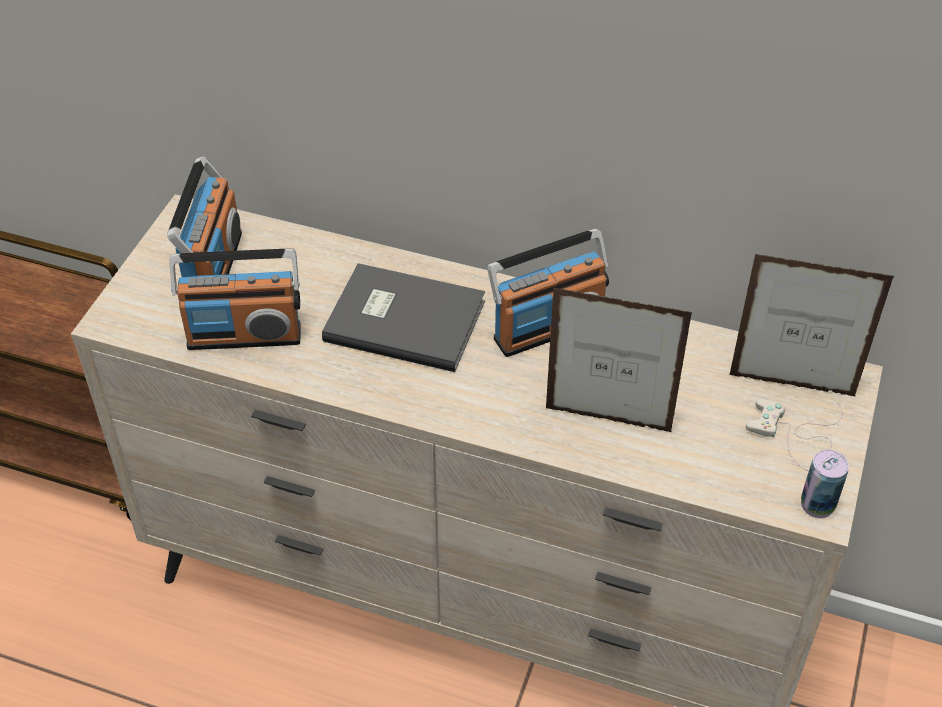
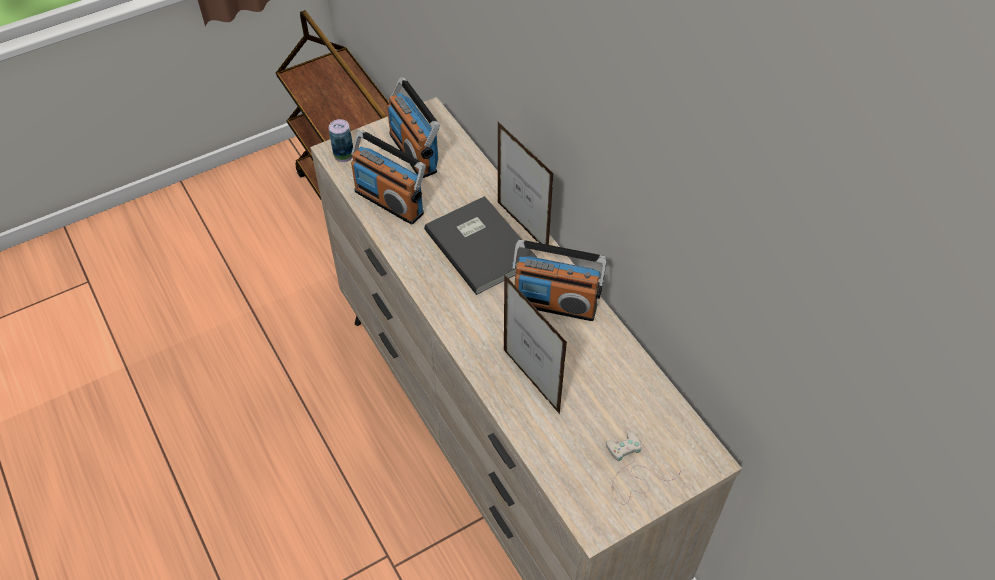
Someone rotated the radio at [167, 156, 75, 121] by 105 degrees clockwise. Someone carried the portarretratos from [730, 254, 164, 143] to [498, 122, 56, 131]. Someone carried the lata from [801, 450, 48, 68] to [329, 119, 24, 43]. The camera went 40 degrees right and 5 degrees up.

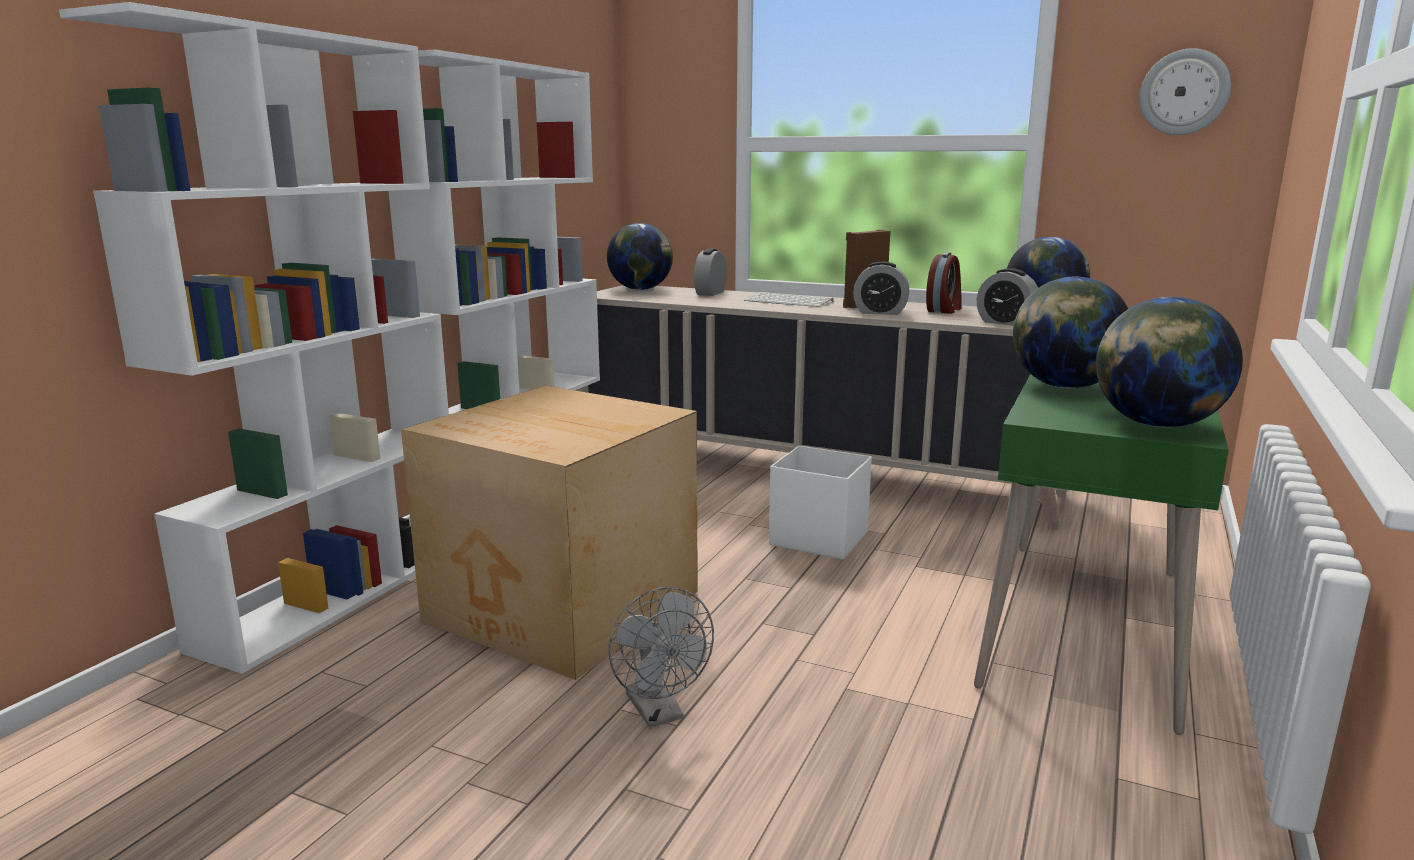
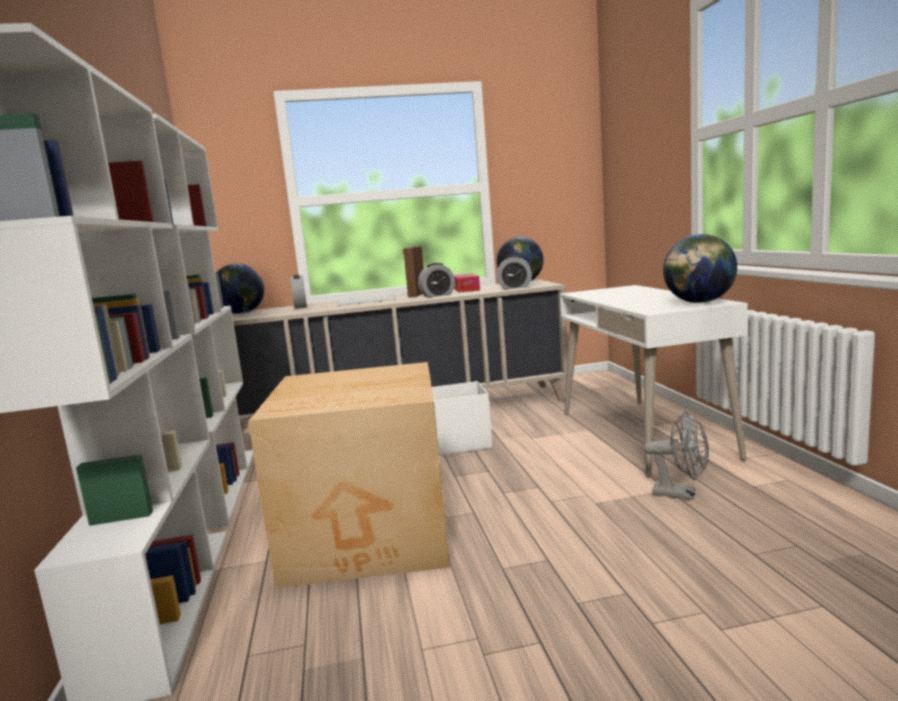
Someone carried the ventilador [gris] from [609, 587, 105, 141] to [644, 412, 65, 88]. Someone swapped the despertador at [926, 252, 36, 62] for the caja de pañuelos at [454, 273, 26, 20]. Someone repainted the escritorio [verde] at [974, 374, 255, 361], which became the escritorio [blanco] at [560, 285, 188, 192]. Someone took away the globo terráqueo at [1013, 277, 115, 111]. Someone took away the reloj de pared at [1139, 48, 92, 87]. The camera went 35 degrees left and 5 degrees down.

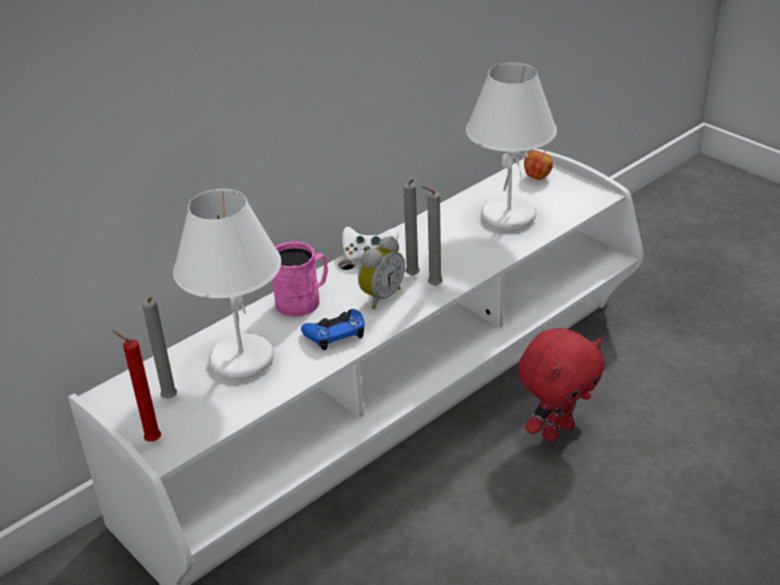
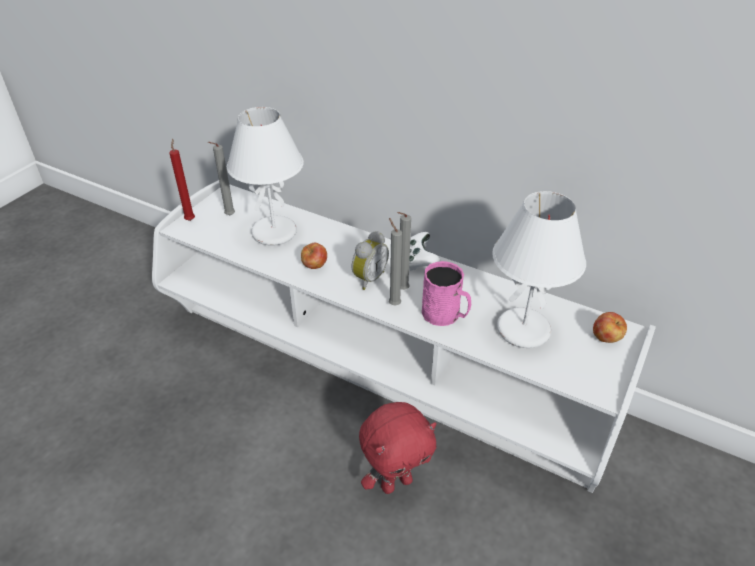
Someone carried the taza grande [rosa] from [272, 242, 56, 75] to [422, 261, 49, 65]. Someone swapped the mando de consola [azul] at [301, 309, 63, 41] for the manzana at [301, 243, 26, 26]. Someone rotated the despertador at [358, 236, 47, 73] by 75 degrees counterclockwise. Someone rotated the peluche [rojo] at [518, 328, 87, 114] by 60 degrees counterclockwise. The camera went 70 degrees right and 5 degrees up.

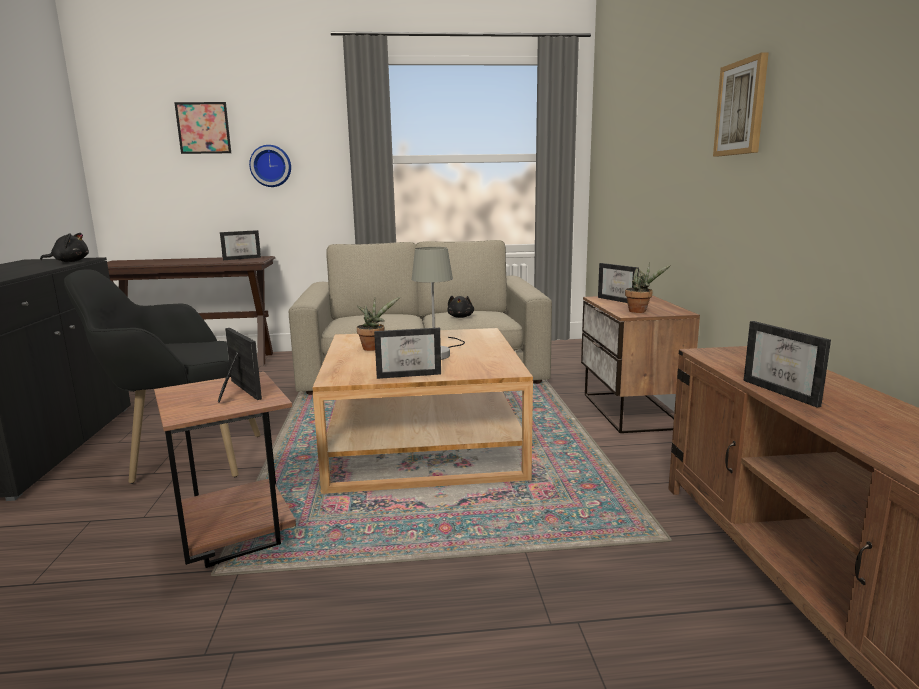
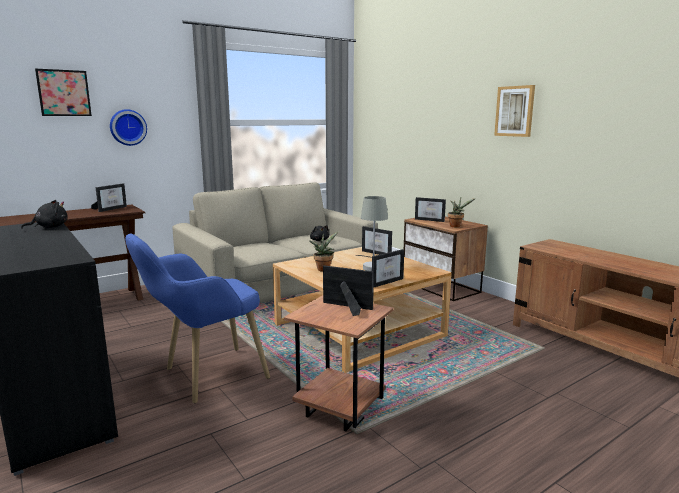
Someone repainted the sillón [negro] at [64, 269, 197, 215], which became the sillón [azul] at [125, 233, 145, 171]. Someone carried the portarretratos from [744, 321, 87, 87] to [362, 226, 30, 29]. The camera went 30 degrees left and 0 degrees up.

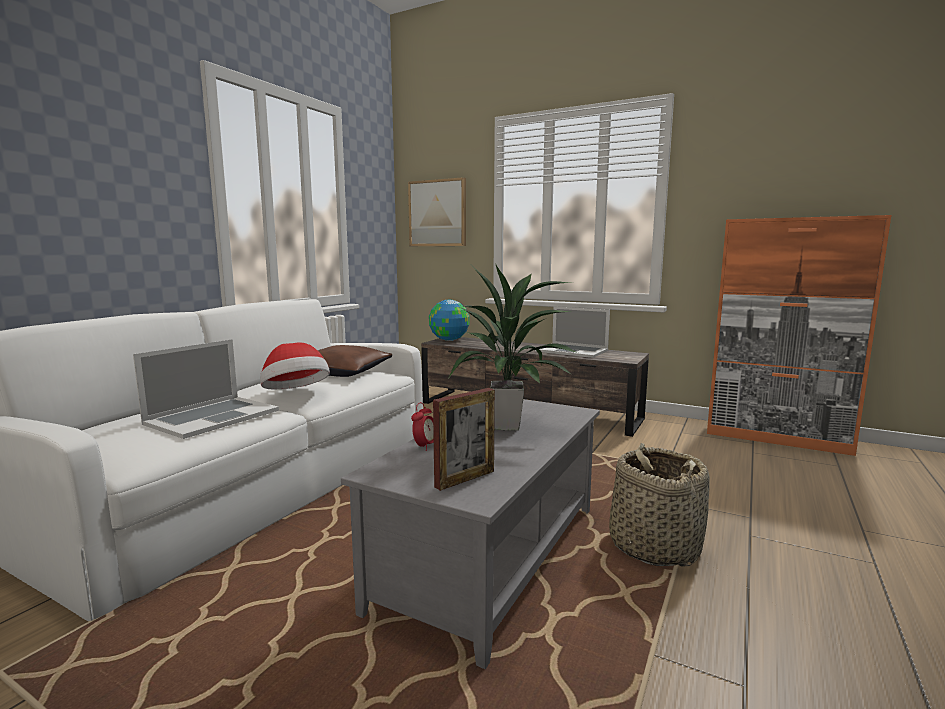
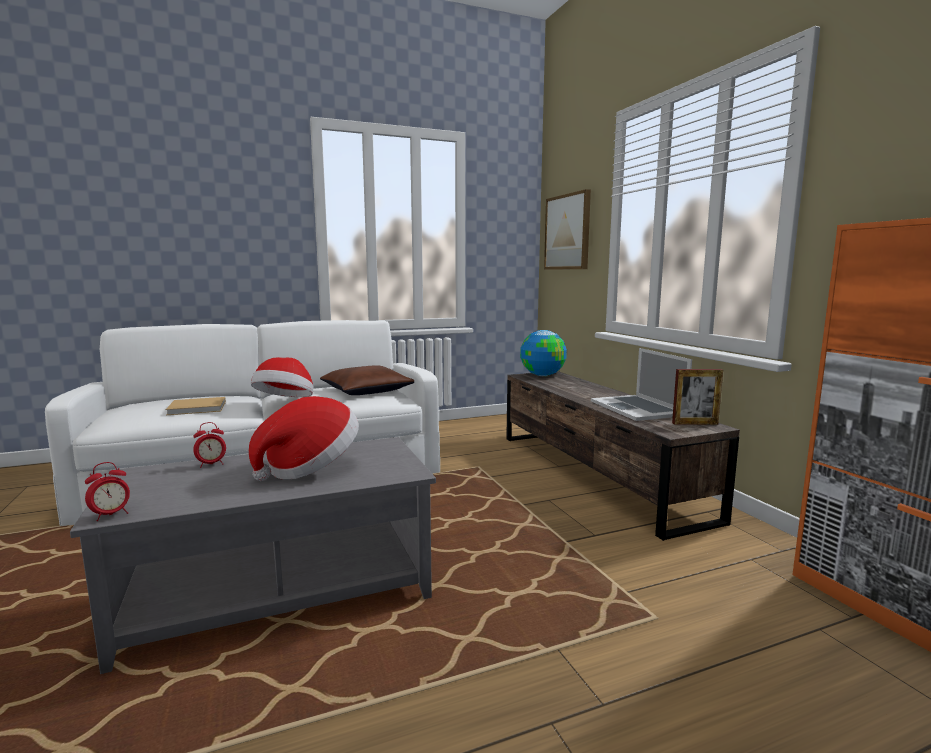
Someone swapped the portátil at [133, 339, 146, 100] for the libro [beis] at [166, 397, 60, 18]. Someone carried the portarretratos from [433, 388, 62, 103] to [672, 369, 51, 56]. Someone swapped the planta en maceta at [447, 265, 131, 165] for the sombrero at [249, 396, 110, 85]. Someone took away the cesta at [609, 443, 101, 124]. Someone put down the despertador at [85, 462, 45, 59]. The camera went 40 degrees right and 0 degrees up.

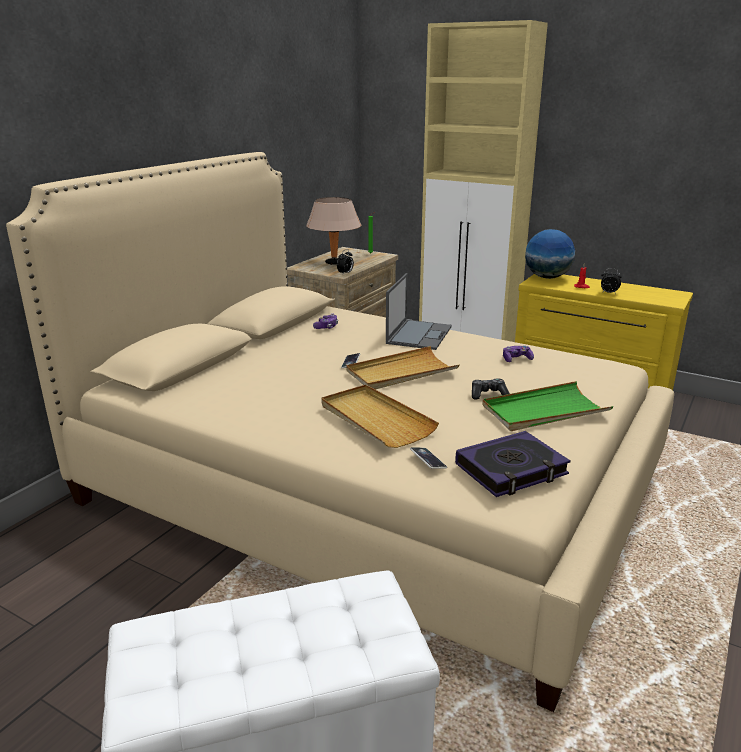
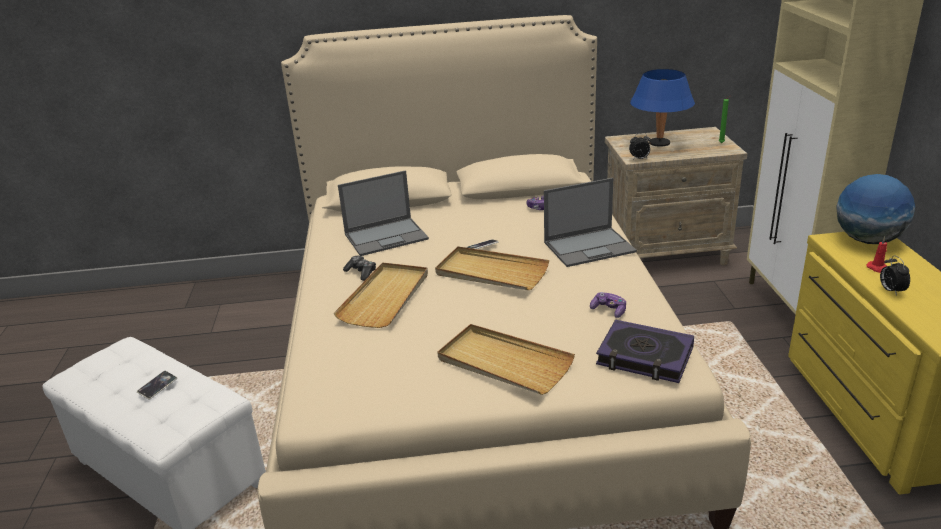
Someone repainted the lámpara de mesa [beis] at [306, 197, 55, 68], which became the lámpara de mesa [azul] at [630, 69, 65, 78]. Someone carried the móvil from [410, 448, 37, 21] to [137, 371, 40, 29]. Someone carried the libro from [455, 431, 116, 66] to [596, 320, 98, 63]. Someone carried the mando de consola from [472, 378, 38, 21] to [343, 256, 33, 25]. Someone repainted the bandeja [verde] at [482, 381, 131, 50], which became the bandeja [beis] at [438, 324, 137, 71]. Someone put down the portátil at [338, 170, 91, 86]. The camera went 55 degrees right and 5 degrees up.

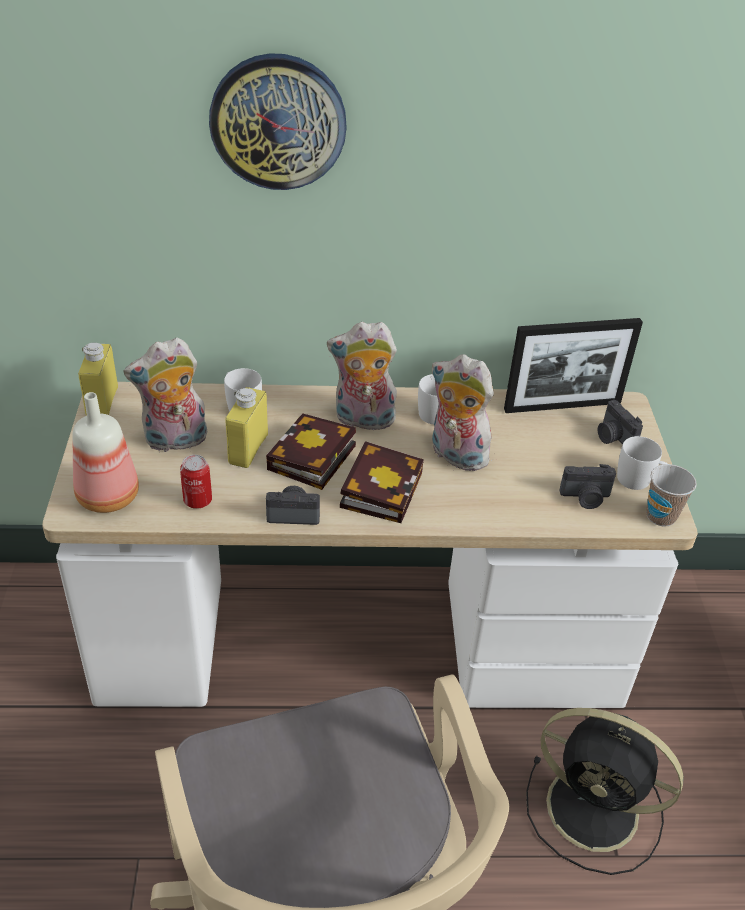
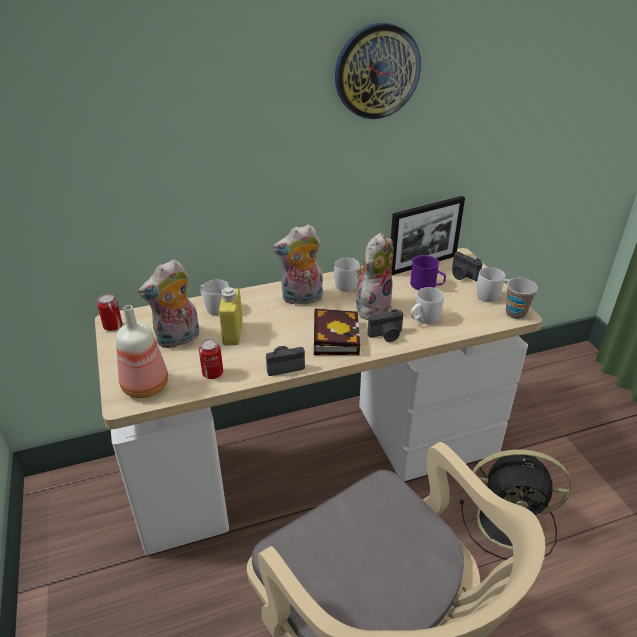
Someone swapped the botella [amarillo] at [78, 343, 40, 73] for the lata at [97, 294, 26, 37]. Someone carried the reloj de pared from [209, 53, 137, 137] to [335, 23, 86, 96]. Someone took away the libro at [266, 413, 90, 77]. Someone rotated the peluche at [432, 354, 62, 117] by 105 degrees clockwise. Someone carried the cámara from [560, 464, 56, 45] to [368, 309, 35, 33]. Someone put down the taza grande [morado] at [410, 255, 36, 35]. Someone put down the taza grande [blanco] at [410, 287, 34, 37]. The camera went 15 degrees left and 5 degrees down.

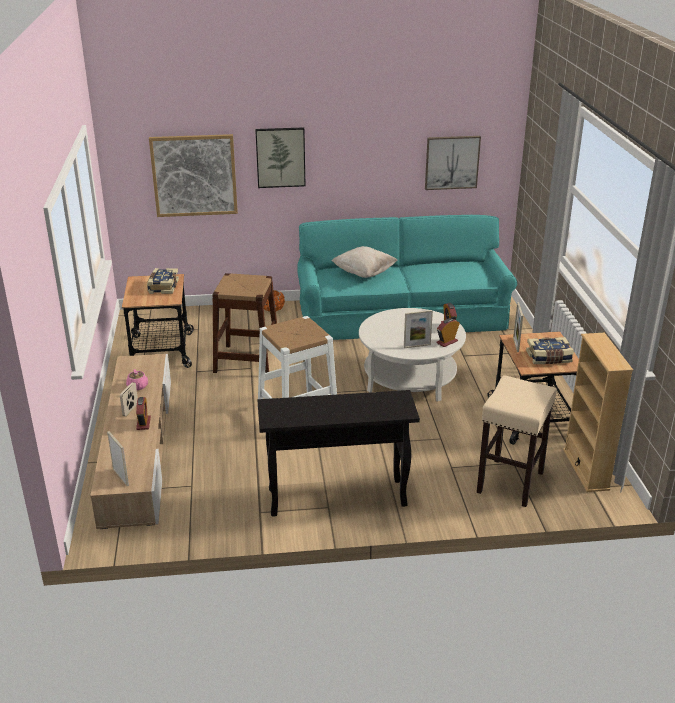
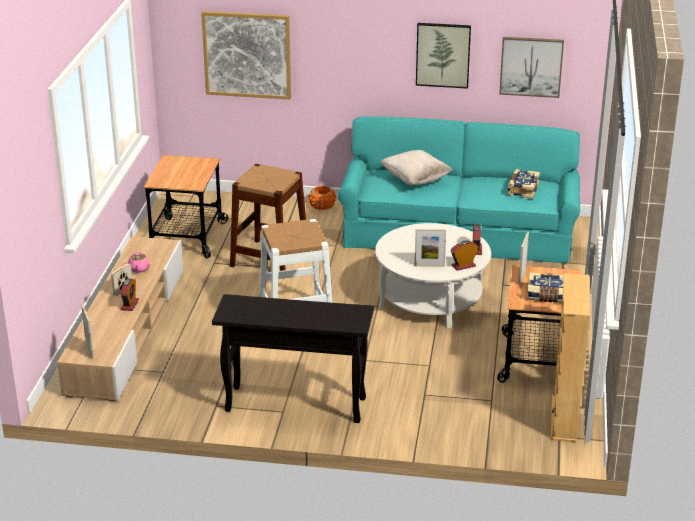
Someone carried the libro from [147, 268, 32, 26] to [507, 169, 33, 30]. Someone carried the cuadro from [255, 127, 51, 61] to [416, 23, 55, 66]. Someone took away the taburete [beis] at [477, 375, 80, 132]. The camera went 15 degrees right and 0 degrees up.

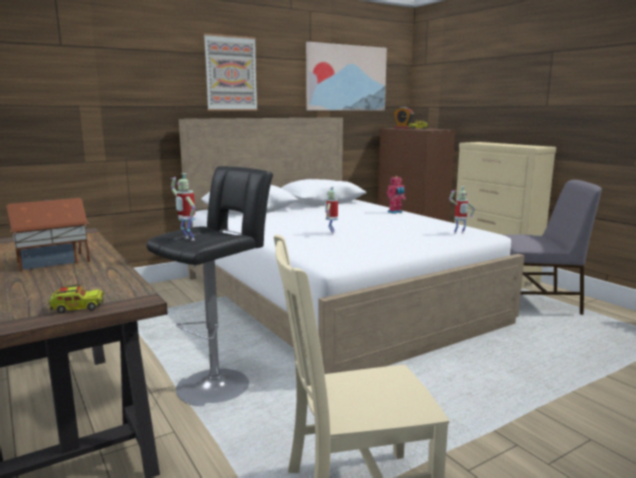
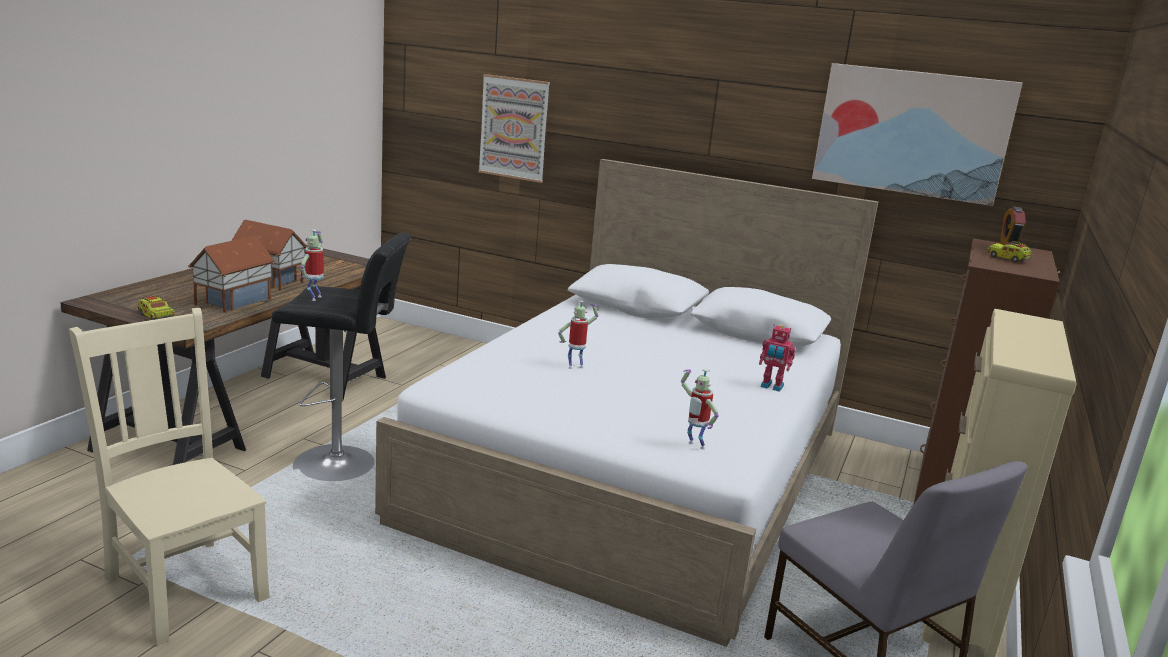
Someone carried the cuadro from [204, 33, 54, 78] to [478, 74, 72, 109]. Someone put down the casita at [188, 235, 87, 78]. The camera went 55 degrees right and 5 degrees up.

